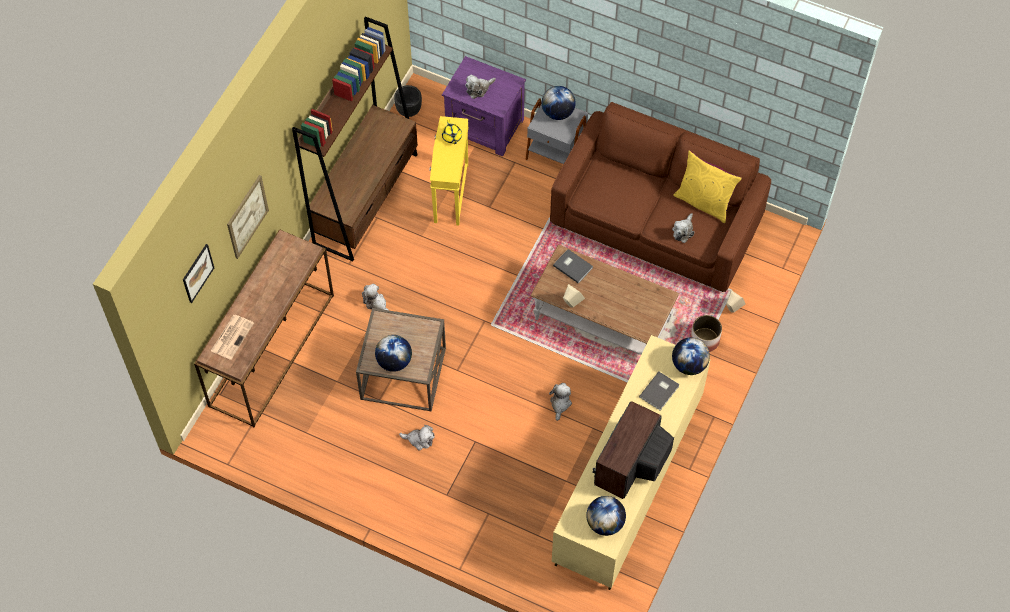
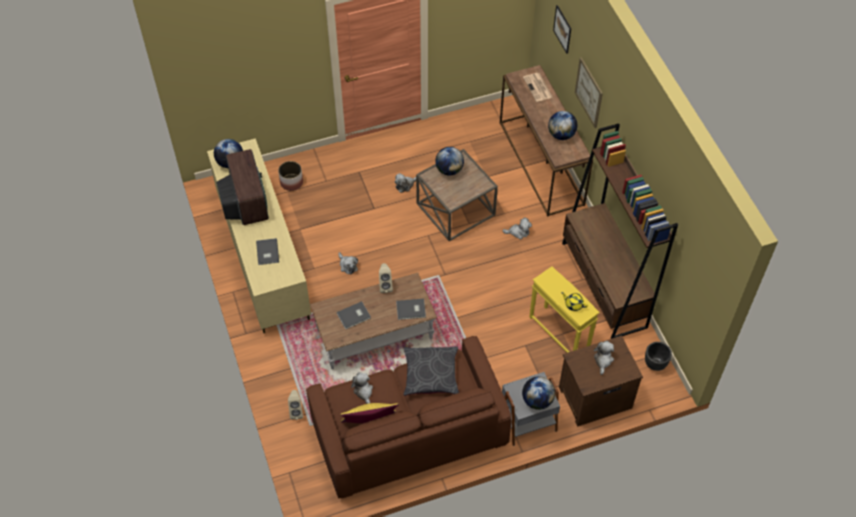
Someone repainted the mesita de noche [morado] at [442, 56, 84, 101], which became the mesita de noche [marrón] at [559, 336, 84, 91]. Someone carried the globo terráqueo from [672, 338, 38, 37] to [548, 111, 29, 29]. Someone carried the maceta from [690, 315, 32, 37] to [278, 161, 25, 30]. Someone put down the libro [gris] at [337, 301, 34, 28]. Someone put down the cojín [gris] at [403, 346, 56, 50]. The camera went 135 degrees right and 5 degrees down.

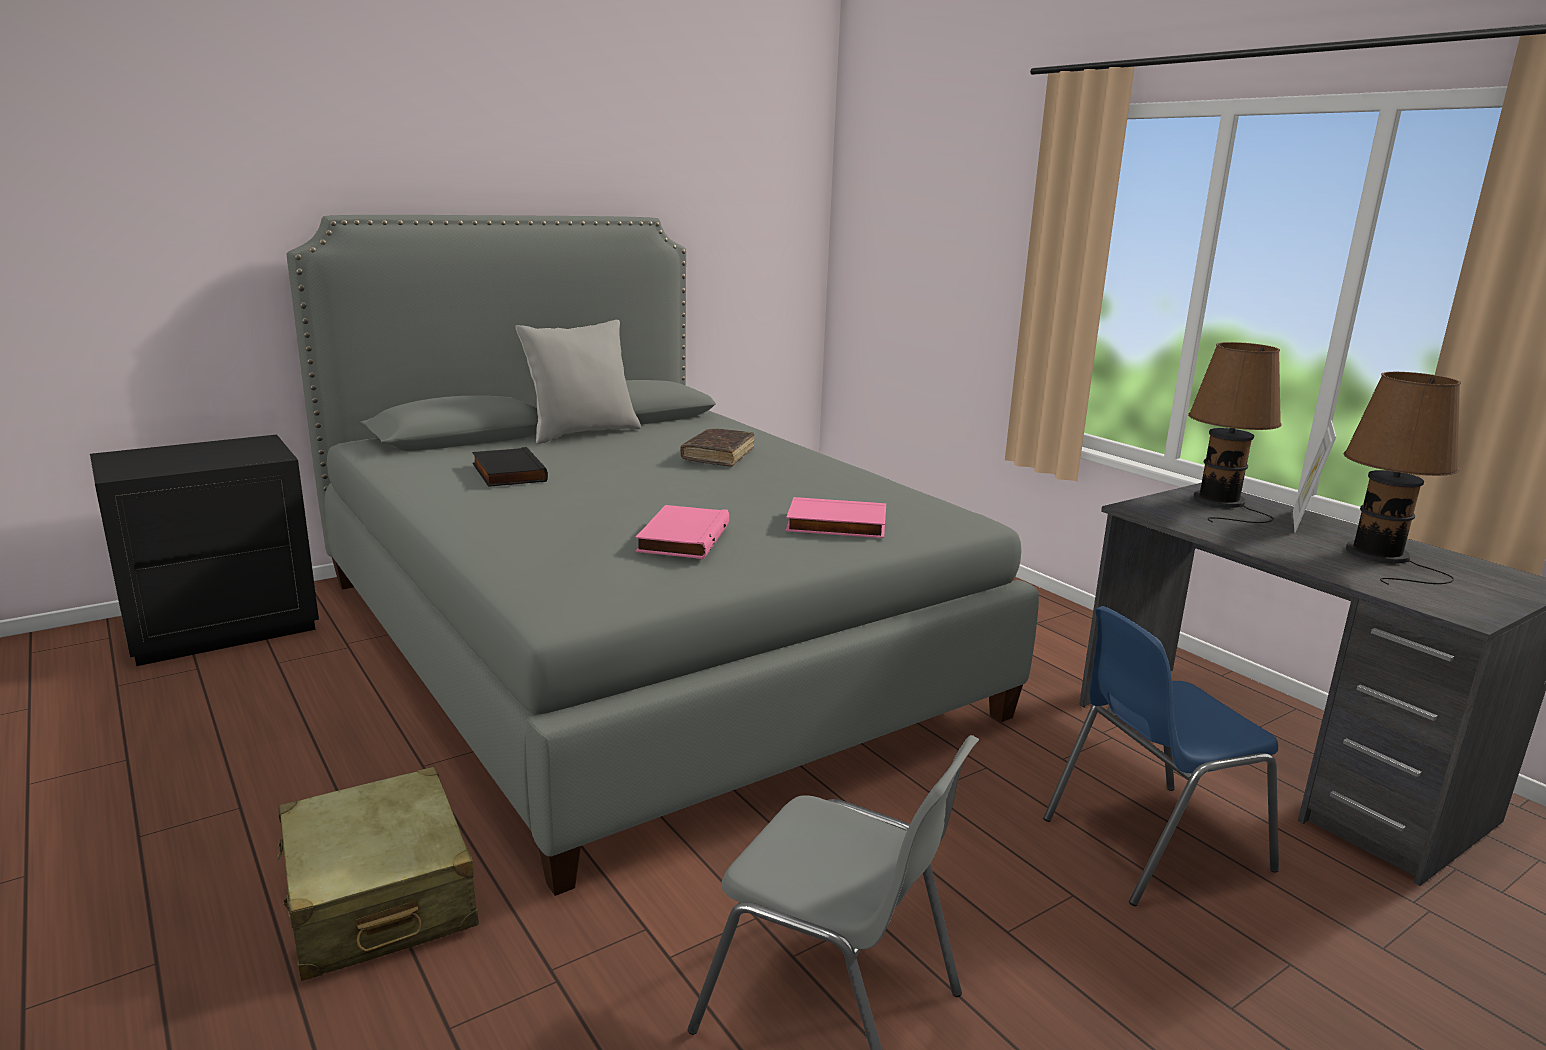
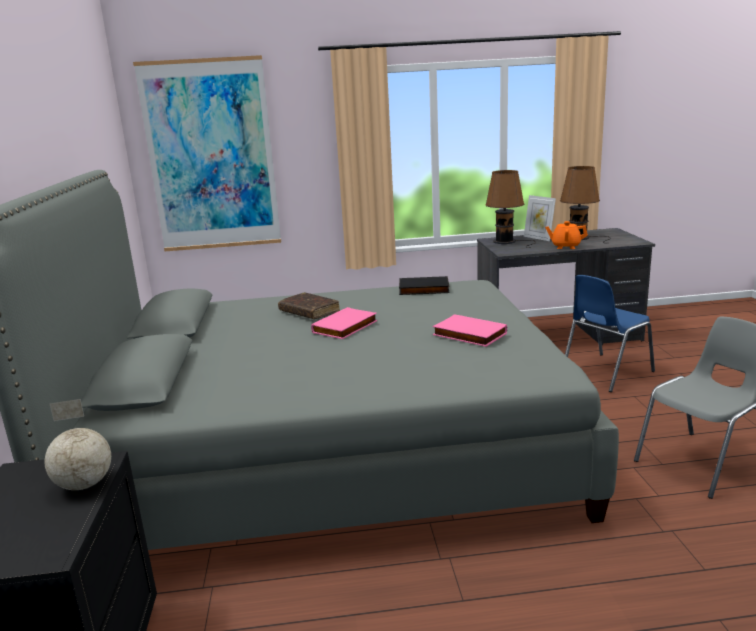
Someone took away the maleta [beis] at [277, 767, 202, 214]. Someone carried the libro [negro] from [472, 447, 76, 40] to [399, 276, 51, 19]. Someone took away the cojín [gris] at [515, 320, 126, 124]. Someone carried the libro [rosa] from [786, 497, 100, 41] to [311, 307, 66, 32]. Someone rotated the silla [azul] at [1043, 606, 236, 300] by 45 degrees clockwise. Someone put down the globo terráqueo at [45, 399, 66, 91]. Someone put up the cuadro at [133, 55, 148, 197]. Someone put down the tetera [naranja] at [545, 221, 43, 28]. The camera went 60 degrees left and 0 degrees up.

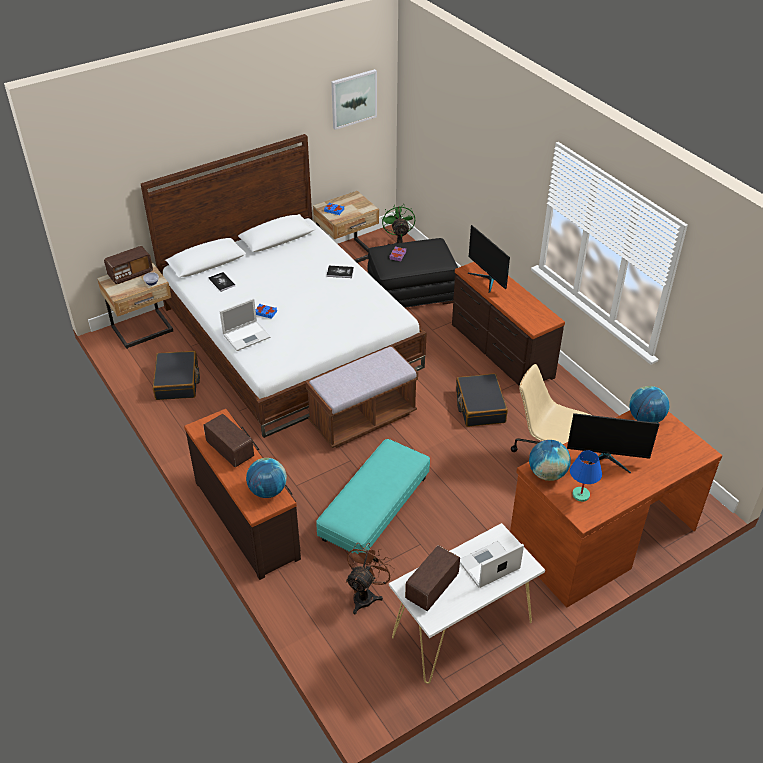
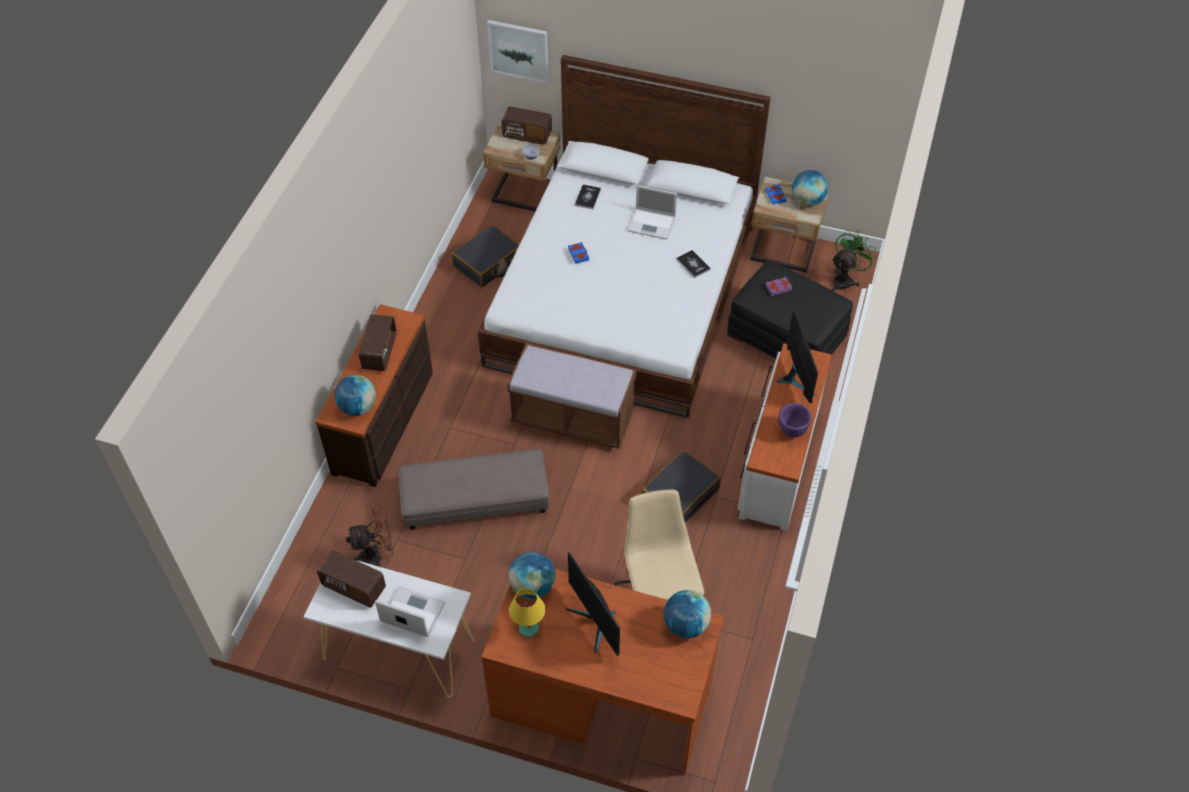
Someone carried the portátil from [220, 298, 50, 53] to [627, 185, 50, 54]. Someone repainted the puf [turquesa] at [316, 439, 114, 115], which became the puf [gris] at [399, 449, 150, 81]. Someone carried the cuadro from [331, 69, 46, 61] to [487, 20, 62, 64]. Someone rotated the radio at [405, 545, 55, 66] by 150 degrees counterclockwise. Someone repainted the cómoda [marrón] at [452, 262, 113, 124], which became the cómoda [blanco] at [738, 343, 94, 188]. Someone rotated the monitor at [467, 225, 43, 68] by 150 degrees clockwise. Someone repainted the lámpara de mesa [azul] at [570, 450, 32, 52], which became the lámpara de mesa [amarillo] at [509, 588, 36, 49]. Someone put down the cuenco [morado] at [778, 403, 33, 35]. Someone put down the globo terráqueo at [792, 170, 36, 36]. The camera went 50 degrees right and 10 degrees up.

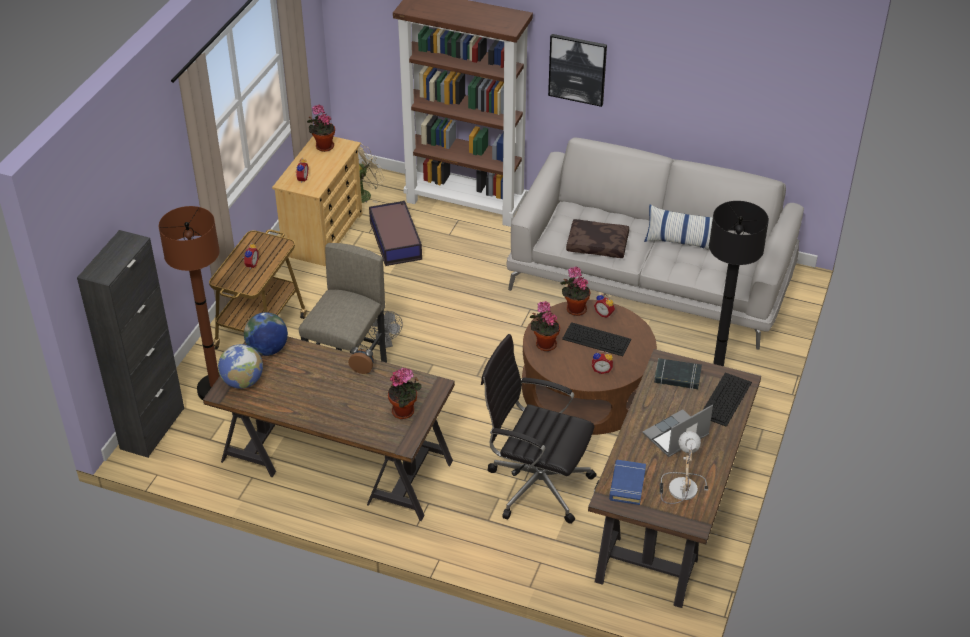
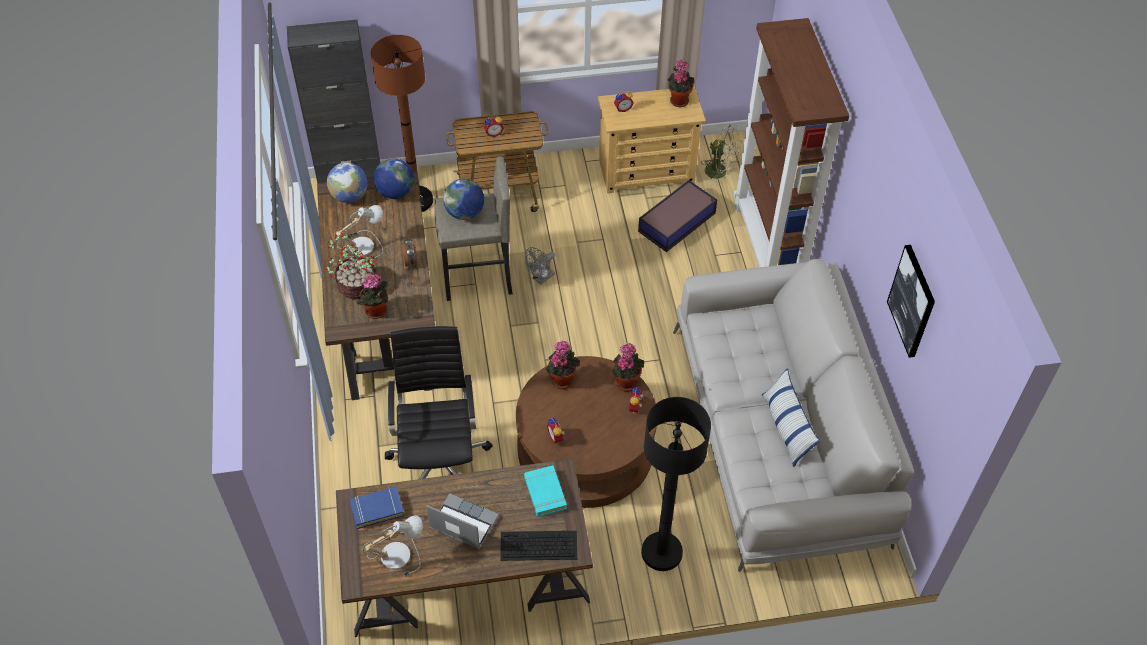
Someone carried the cuadro from [548, 34, 59, 73] to [887, 245, 48, 113]. Someone took away the teclado at [562, 322, 69, 34]. Someone took away the cojín [marrón] at [566, 219, 63, 39]. Someone repainted the libro [negro] at [654, 358, 48, 32], which became the libro [turquesa] at [524, 465, 43, 52]. Someone put down the planta en maceta at [324, 233, 52, 67]. Someone put down the lámpara de mesa at [334, 205, 50, 55]. Someone put down the globo terráqueo at [443, 179, 41, 41]. The camera went 60 degrees right and 10 degrees up.

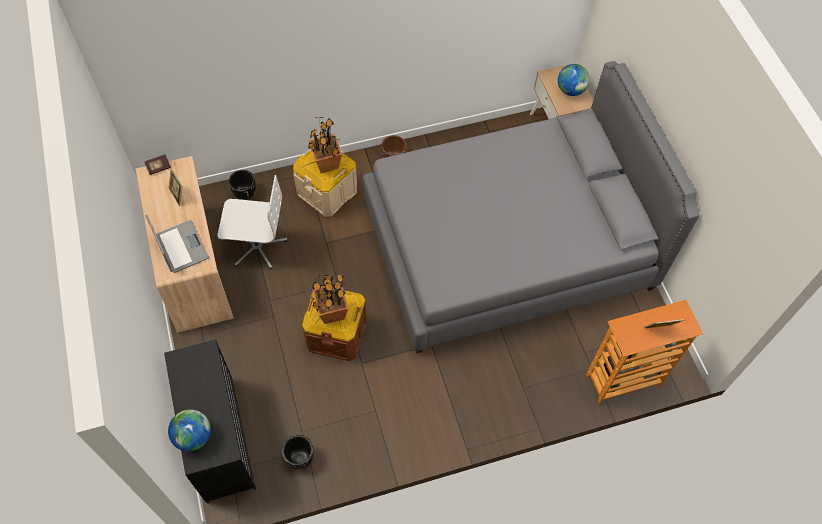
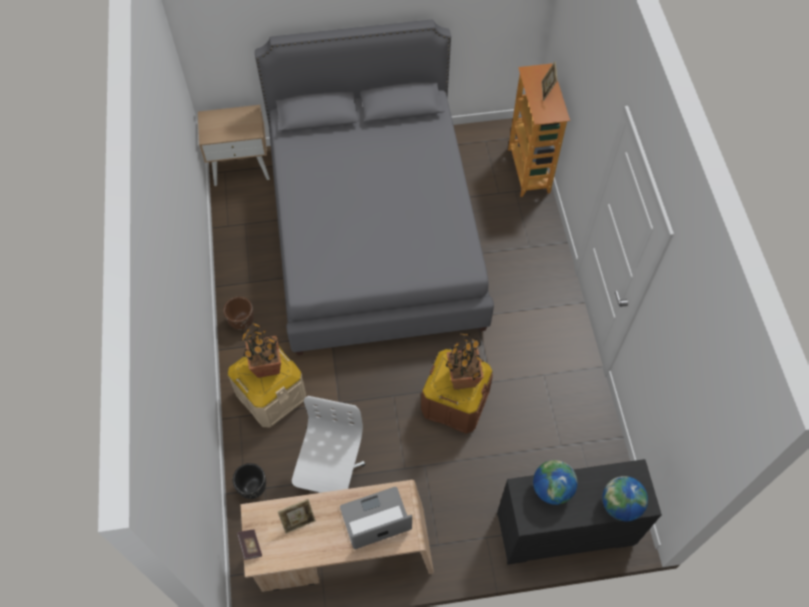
Someone took away the maceta [negro] at [282, 435, 32, 34]. Someone carried the globo terráqueo from [558, 64, 32, 32] to [533, 460, 45, 45]. The camera went 80 degrees left and 0 degrees up.

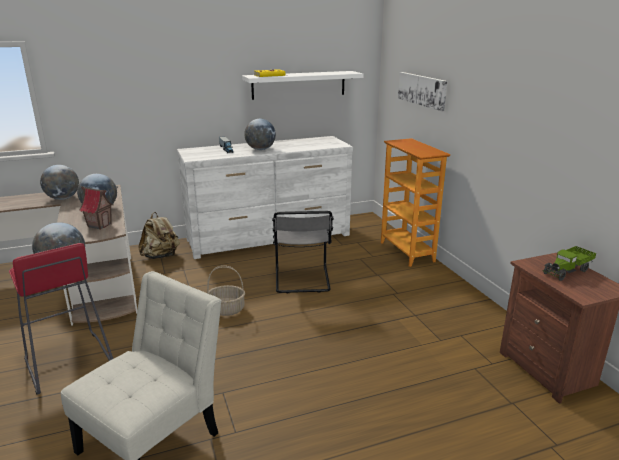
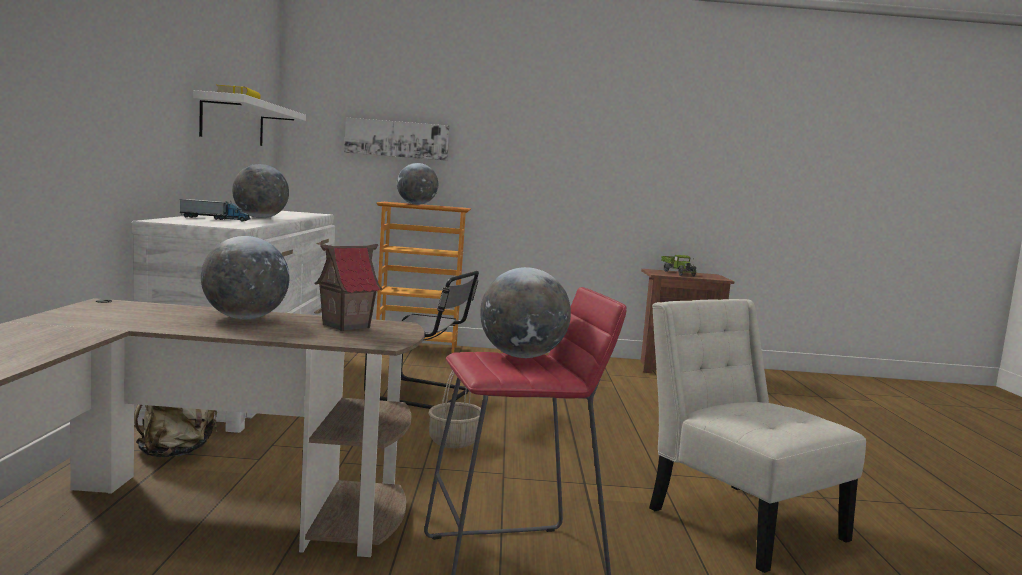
Someone carried the globo terráqueo from [40, 165, 39, 35] to [397, 163, 41, 42]. The camera went 70 degrees left and 15 degrees down.

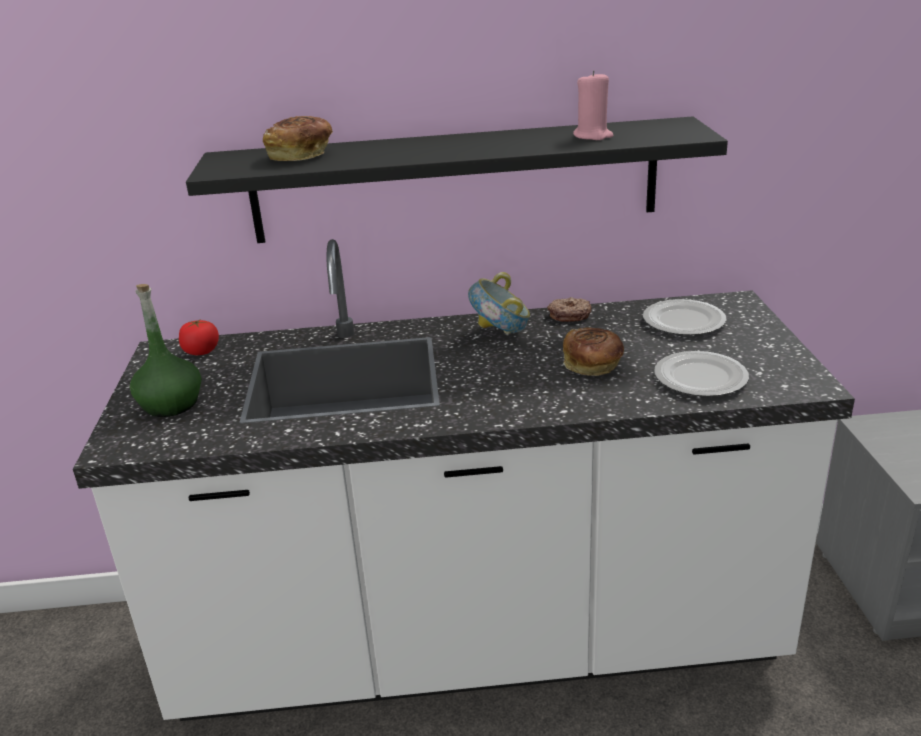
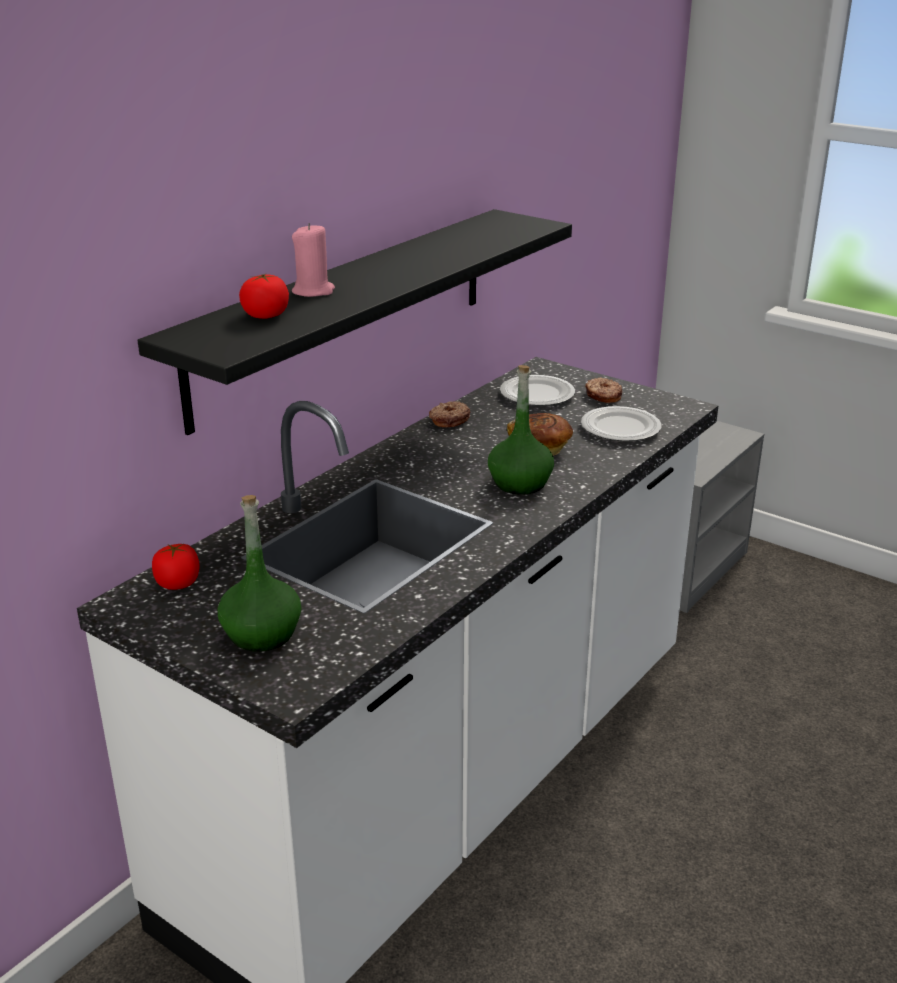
Someone swapped the pan at [263, 116, 70, 45] for the tomate at [239, 274, 50, 45]. Someone took away the cuenco at [468, 272, 62, 62]. Someone carried the vela [rosa] from [573, 70, 40, 70] to [292, 223, 43, 74]. Someone put down the botella [verde] at [488, 365, 66, 130]. Someone put down the rosquilla at [585, 377, 37, 26]. The camera went 50 degrees left and 0 degrees up.

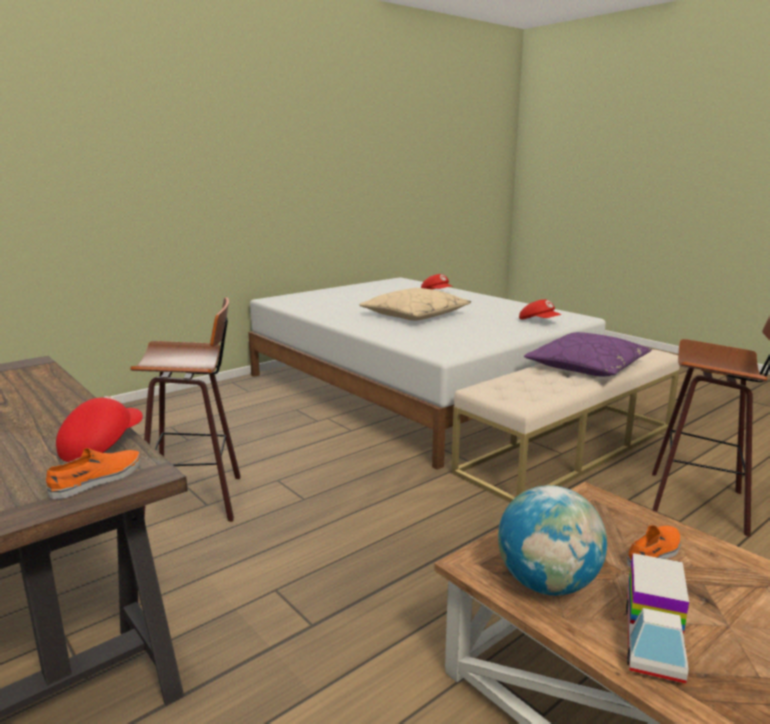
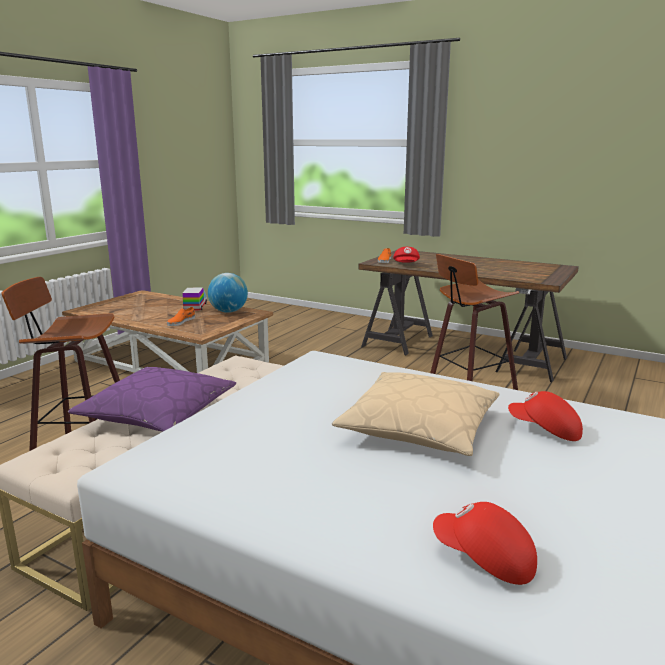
Someone carried the gorra [rojo] from [519, 299, 42, 21] to [508, 391, 75, 50]. The camera went 160 degrees right and 0 degrees up.

